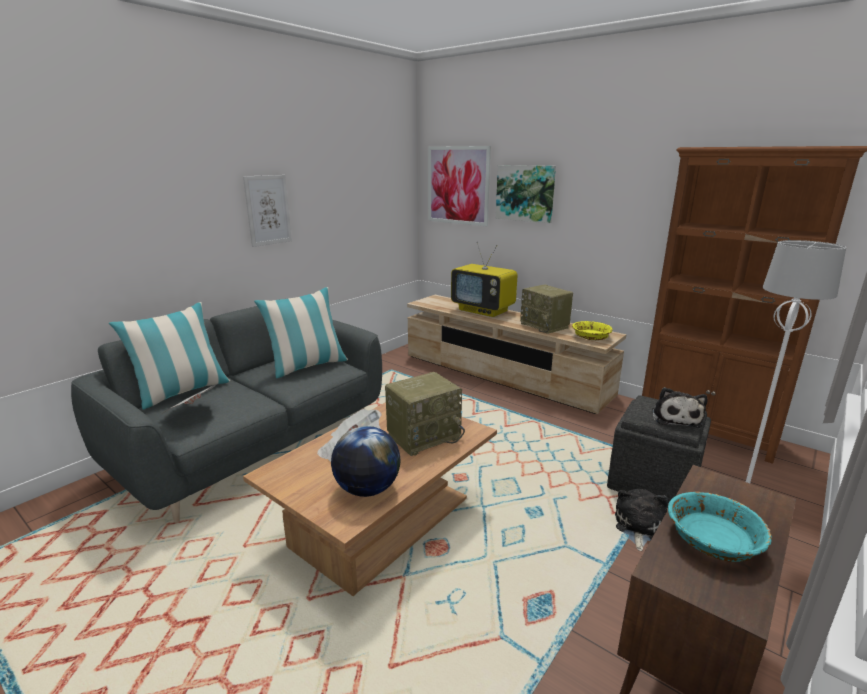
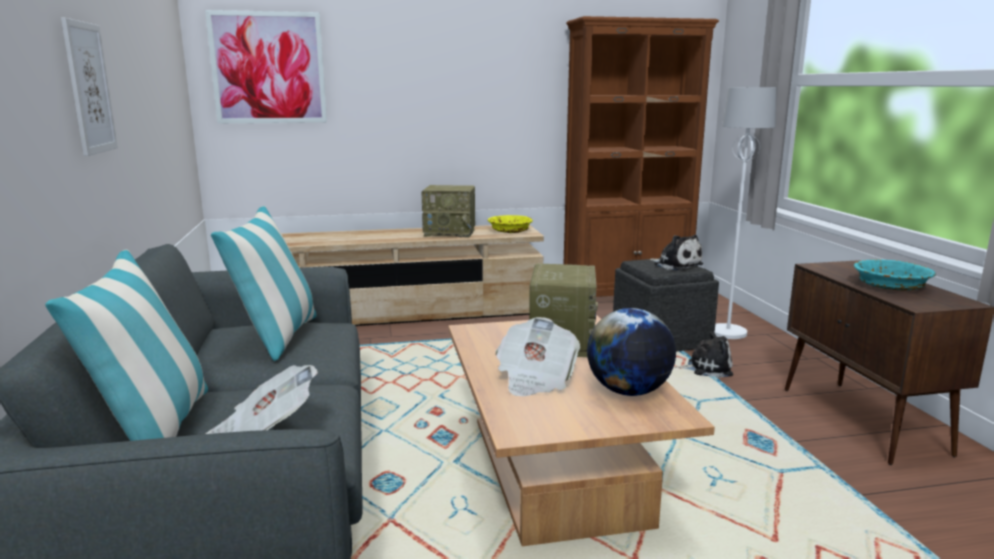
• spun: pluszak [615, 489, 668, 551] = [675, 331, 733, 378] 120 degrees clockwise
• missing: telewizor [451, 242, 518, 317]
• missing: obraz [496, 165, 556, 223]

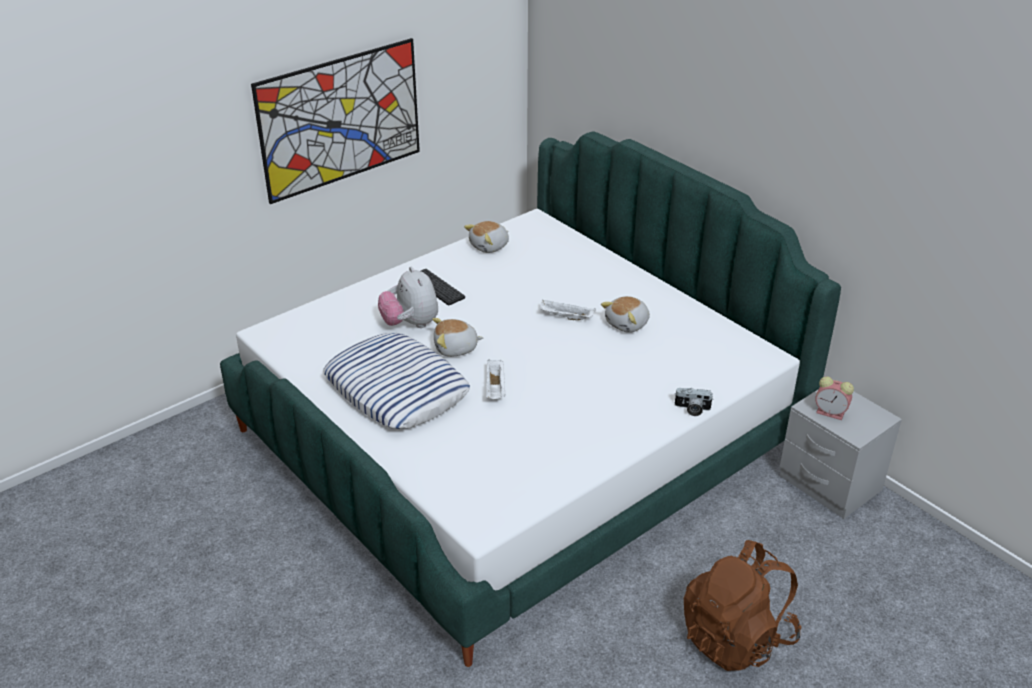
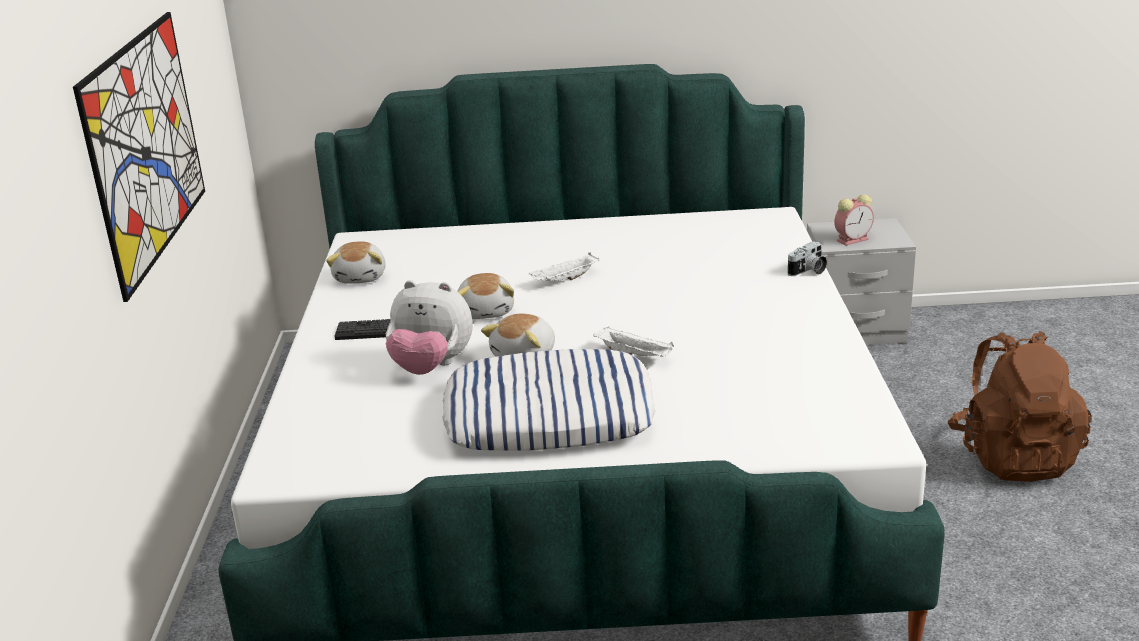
• relocated: pluszak [601, 296, 650, 333] to [457, 273, 514, 319]

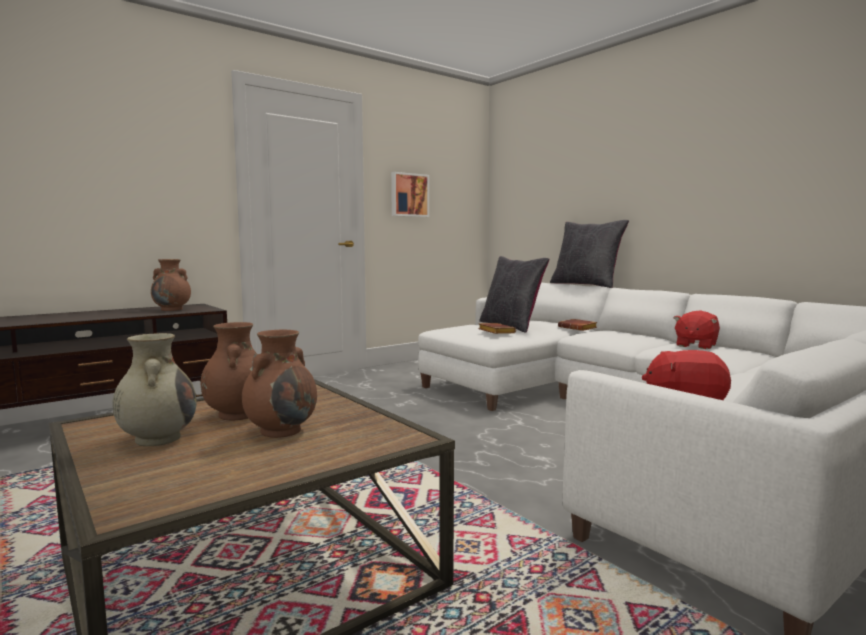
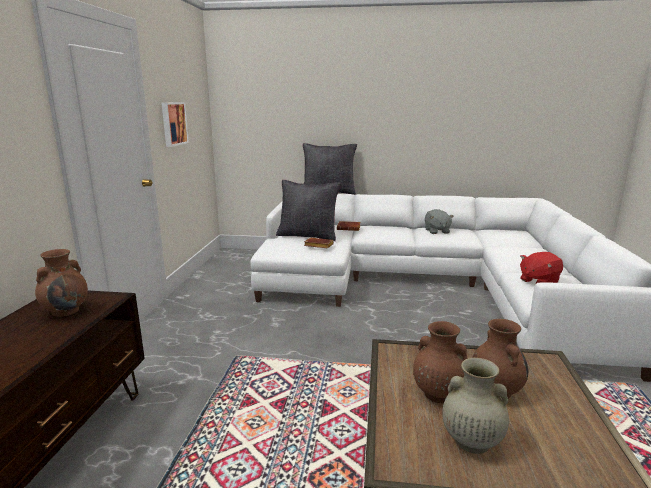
• colour: pluszak/czerwony [673, 310, 720, 349] to pluszak/szary [425, 209, 453, 234]

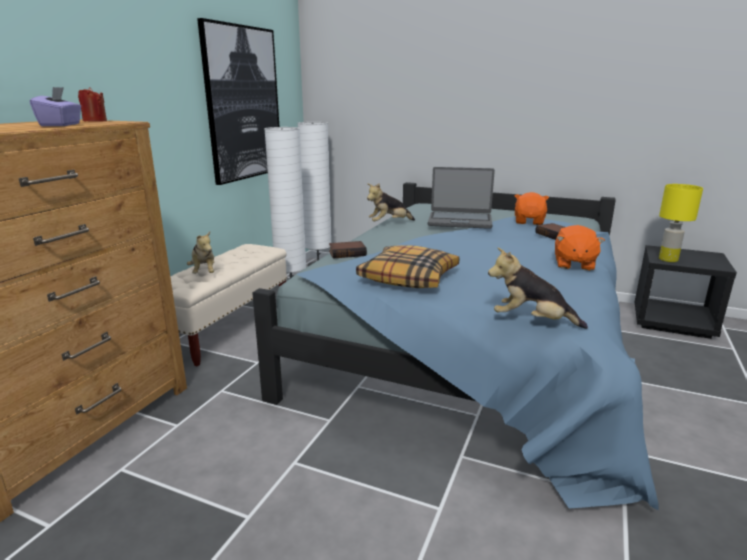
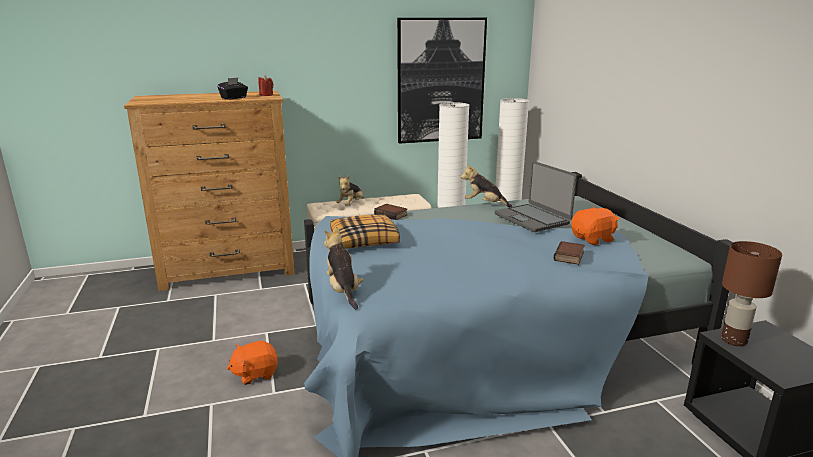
• colour: pudełko chusteczek/fioletowy [30, 87, 81, 126] to pudełko chusteczek/czarny [217, 77, 248, 99]
• relocated: pluszak/pomarańczowy [555, 225, 605, 271] to [227, 341, 278, 385]
• colour: lampa stołowa/żółty [659, 184, 703, 262] to lampa stołowa/brązowy [721, 241, 782, 346]

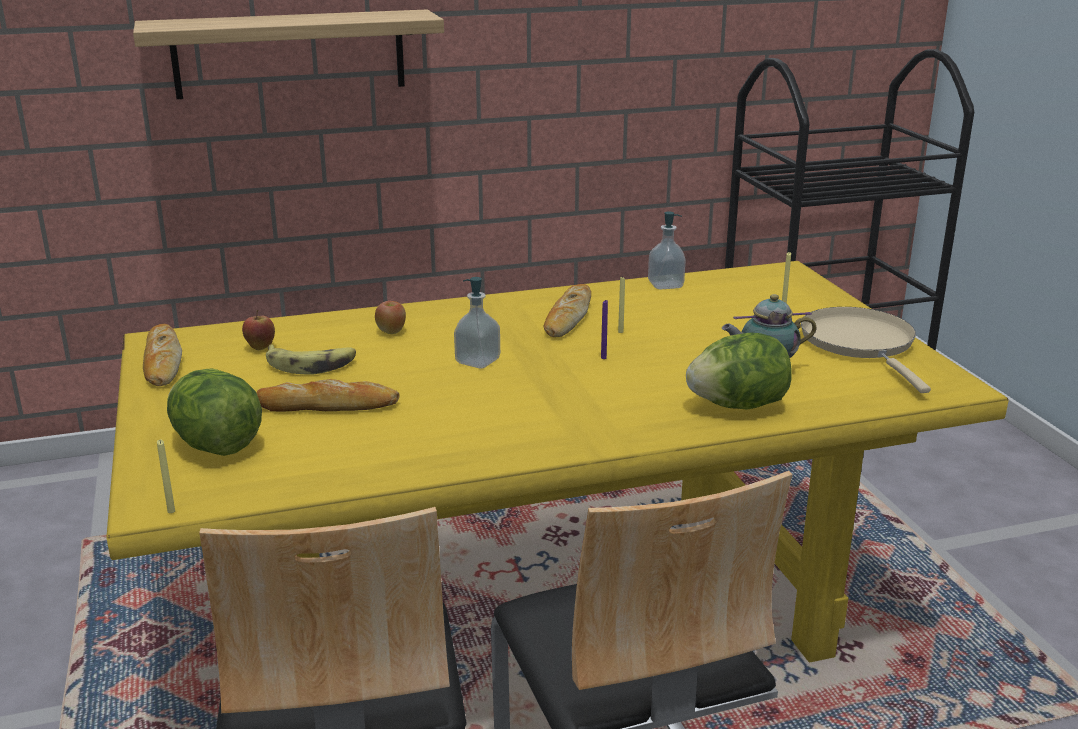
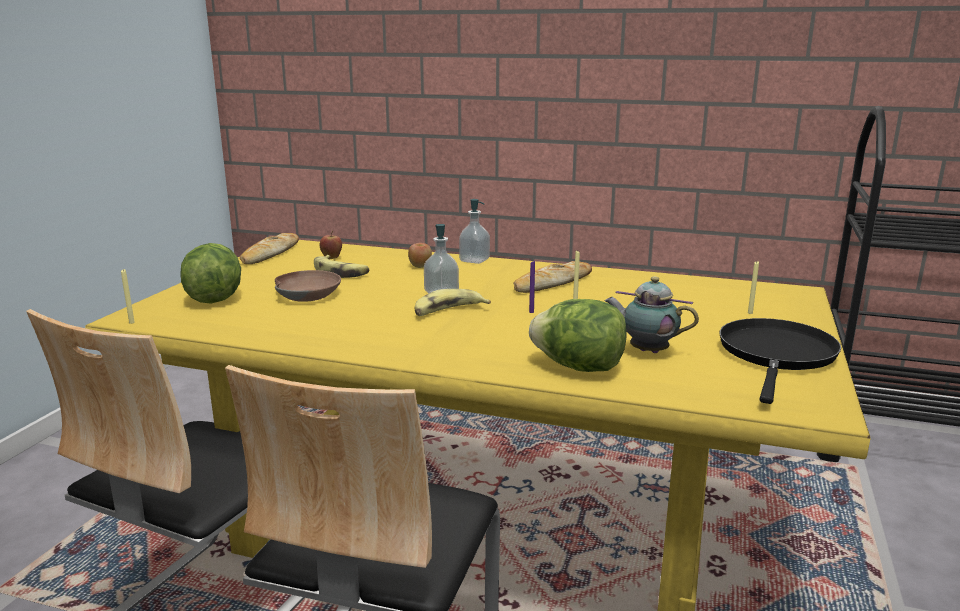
• exchanged: chleb [256, 379, 399, 412] to miska/brązowy [275, 270, 341, 302]
• appeared: banan [415, 289, 491, 316]
• relocated: dozownik mydła [648, 211, 686, 290] to [459, 199, 490, 264]
• colour: patelnia/beżowy [801, 307, 931, 393] to patelnia/czarny [719, 318, 841, 404]
• missing: półka [133, 9, 444, 99]

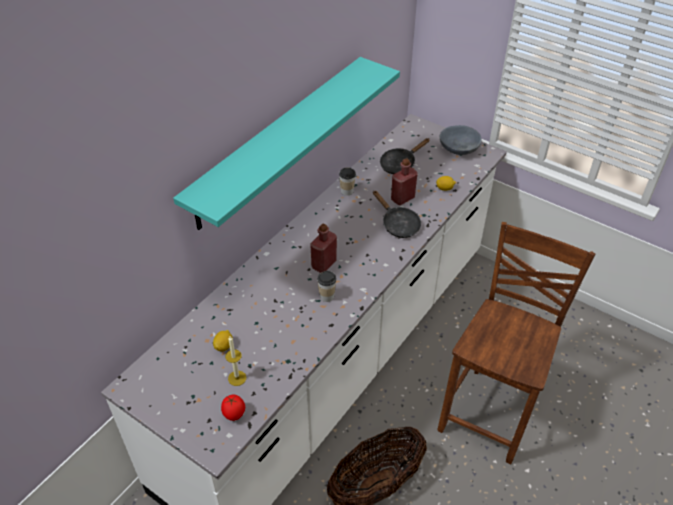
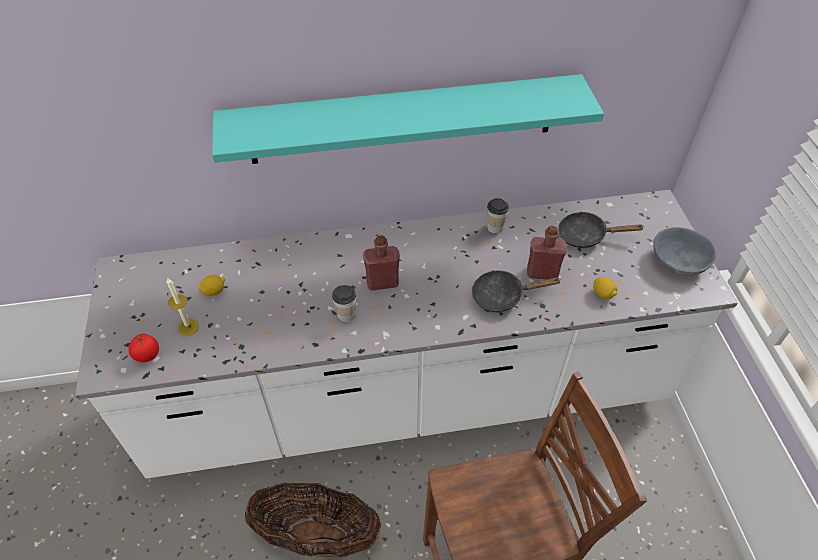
• spun: patelnia/czarny [373, 190, 421, 238] = [471, 270, 560, 312] 75 degrees clockwise

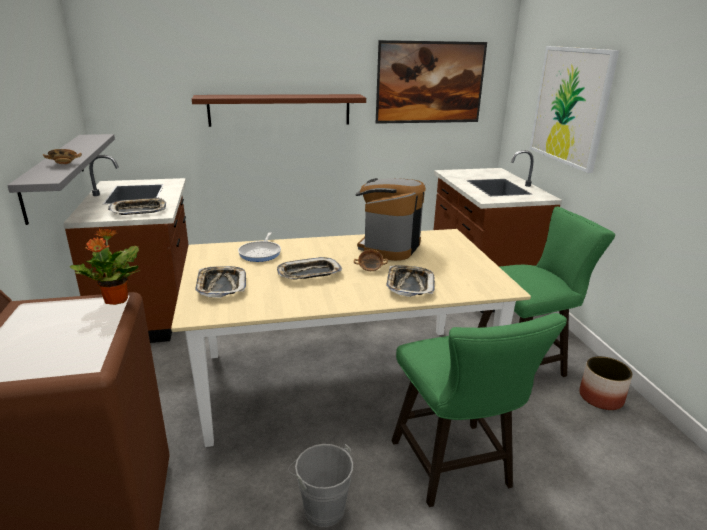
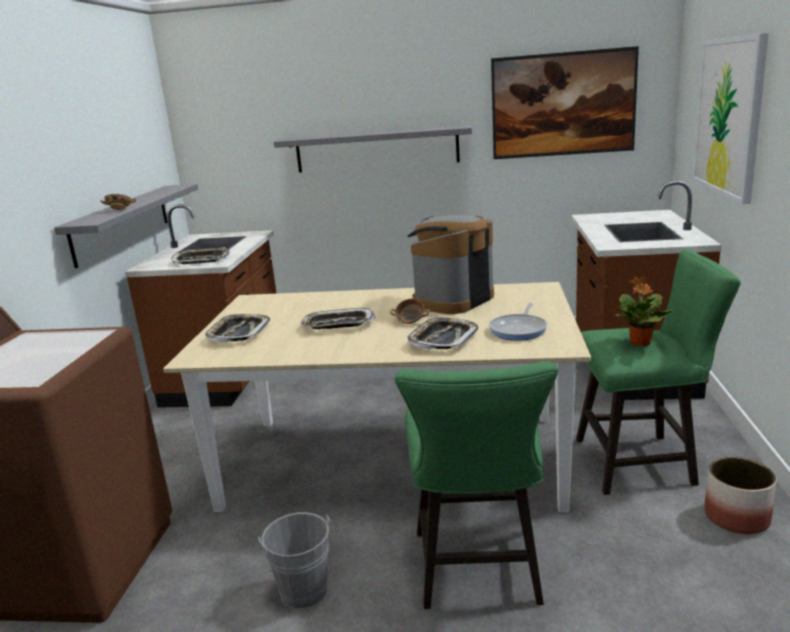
• colour: półka/brązowy [192, 94, 366, 127] to półka/szary [274, 125, 472, 173]
• relocated: patelnia [238, 232, 281, 262] to [489, 303, 547, 341]
• relocated: roślina doniczkowa [69, 228, 140, 305] to [614, 276, 674, 346]

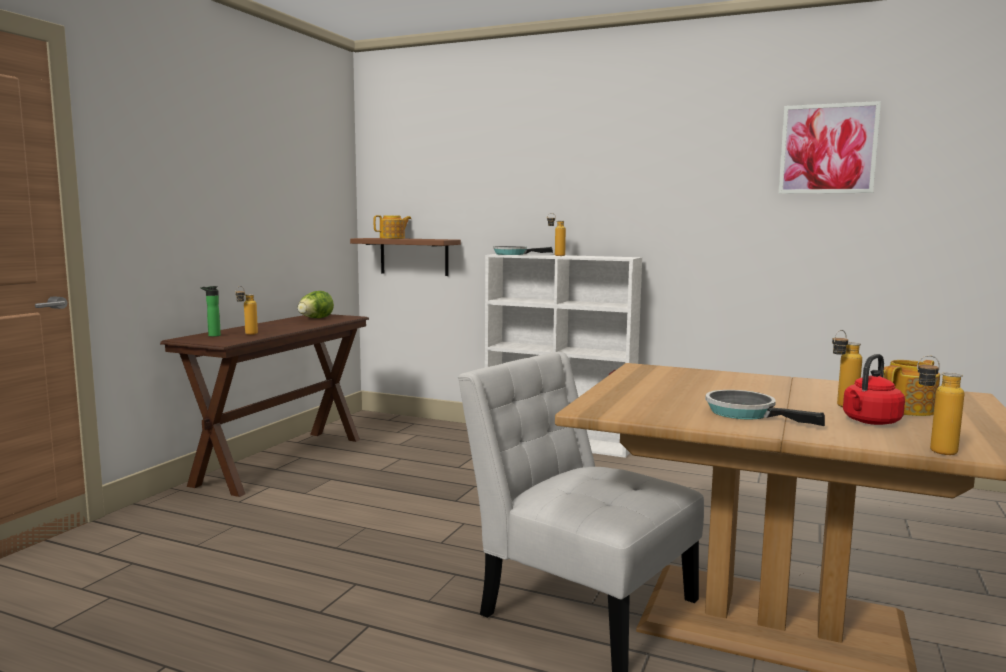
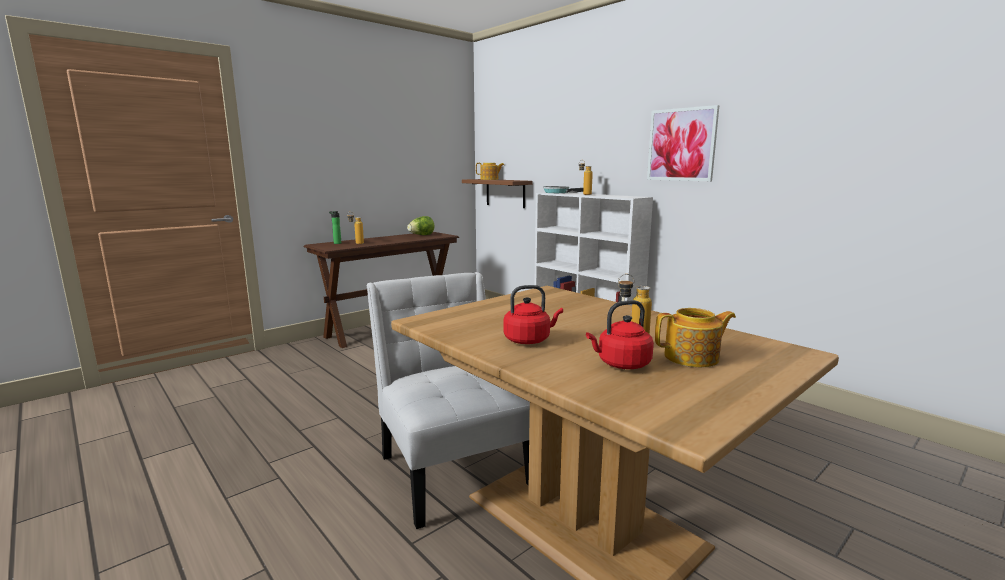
• exchanged: patelnia [705, 390, 825, 426] to czajnik/czerwony [504, 285, 563, 344]
• relocated: obraz [779, 101, 881, 194] to [647, 105, 719, 181]
• missing: butelka [917, 355, 964, 455]

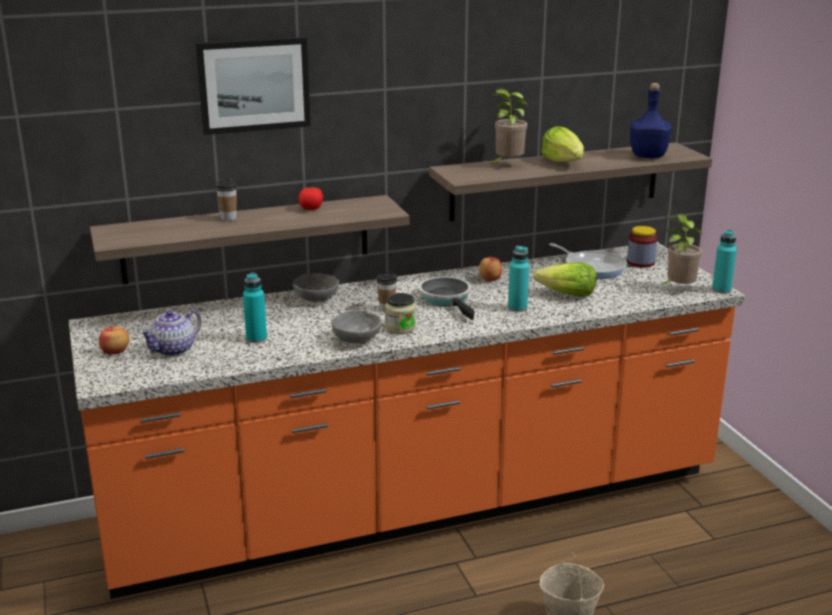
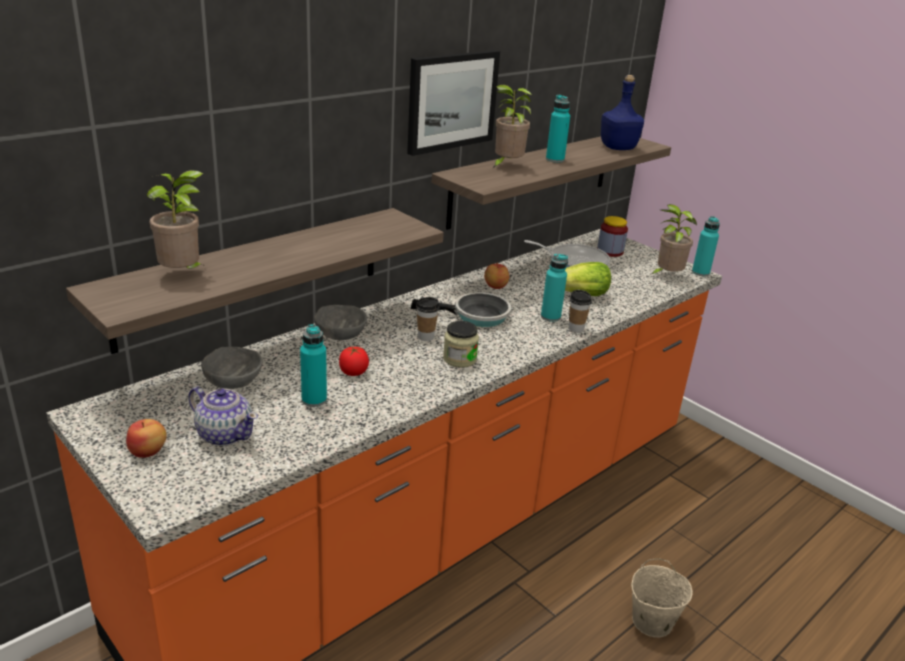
• appeared: roślina doniczkowa [147, 170, 203, 269]
• spun: imbryk [139, 310, 201, 356] = [188, 386, 258, 446] 75 degrees counterclockwise
• relocated: miska/szary [332, 310, 382, 344] to [201, 347, 263, 389]
• relocated: pomidor [298, 187, 323, 210] to [339, 347, 369, 376]
• relocated: obraz [196, 37, 311, 135] to [407, 50, 500, 156]
• spun: patelnia [419, 276, 475, 320] = [411, 292, 511, 327] 135 degrees clockwise
• exchanged: sałata [541, 126, 584, 162] to butelka/turkusowy [546, 95, 570, 163]
• relocated: filiżanka [216, 179, 237, 221] to [569, 290, 592, 333]

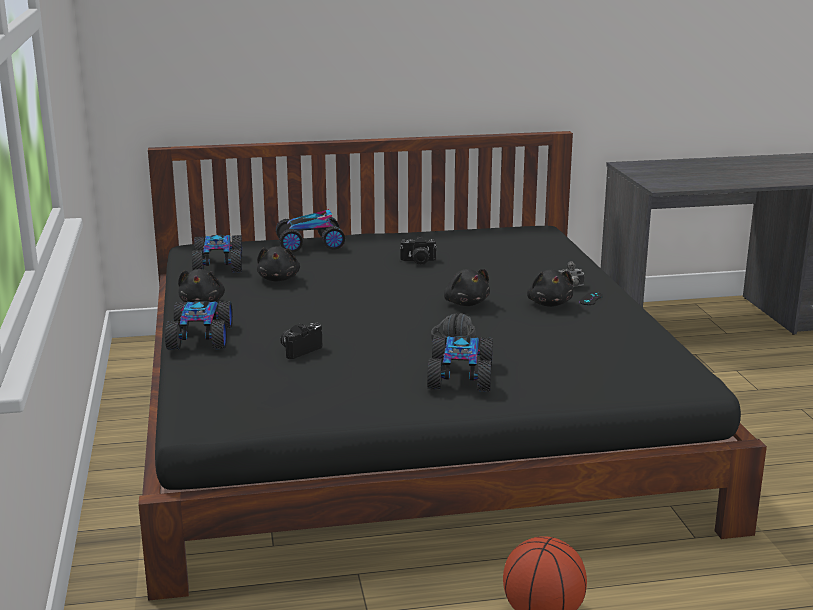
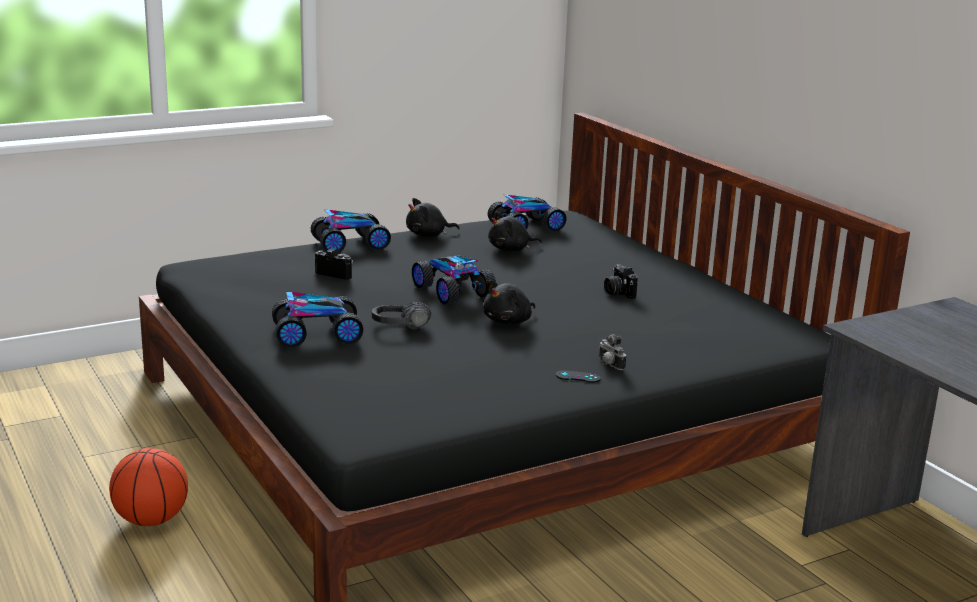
• relocated: samochodzik [276, 209, 345, 253] to [412, 255, 496, 305]
• missing: pluszak/czarny [527, 269, 573, 307]

